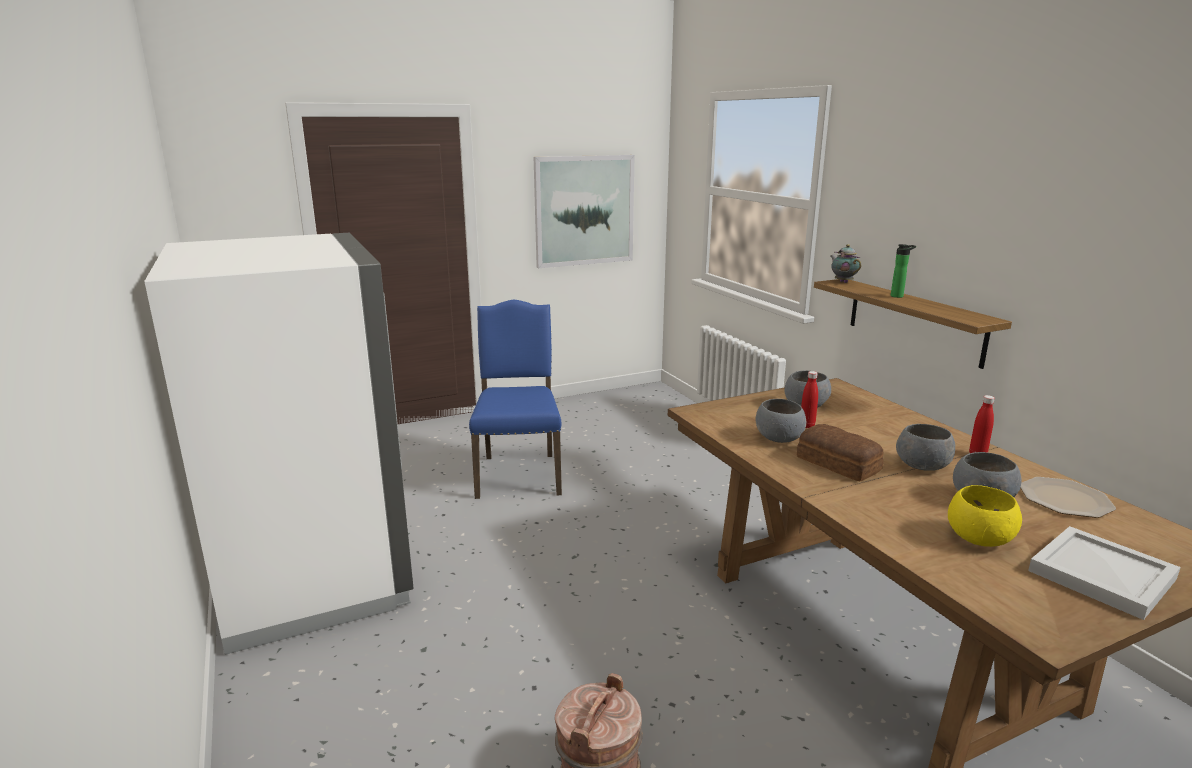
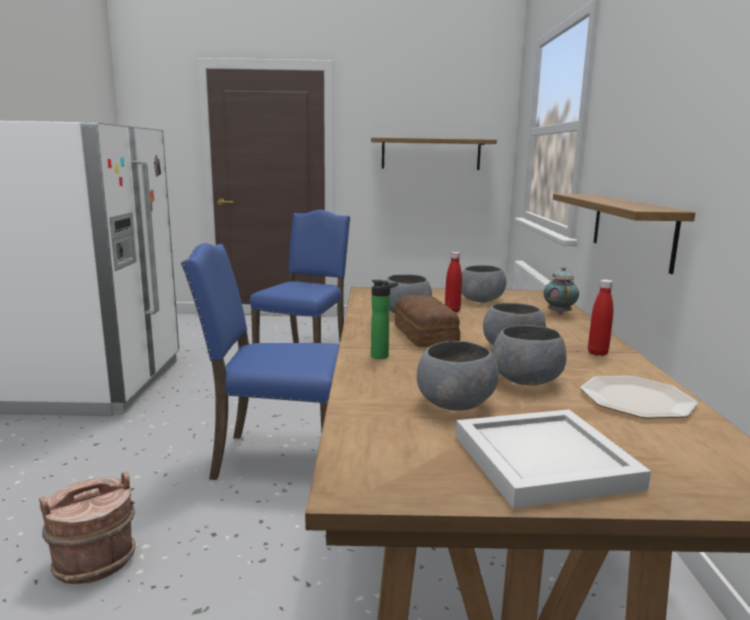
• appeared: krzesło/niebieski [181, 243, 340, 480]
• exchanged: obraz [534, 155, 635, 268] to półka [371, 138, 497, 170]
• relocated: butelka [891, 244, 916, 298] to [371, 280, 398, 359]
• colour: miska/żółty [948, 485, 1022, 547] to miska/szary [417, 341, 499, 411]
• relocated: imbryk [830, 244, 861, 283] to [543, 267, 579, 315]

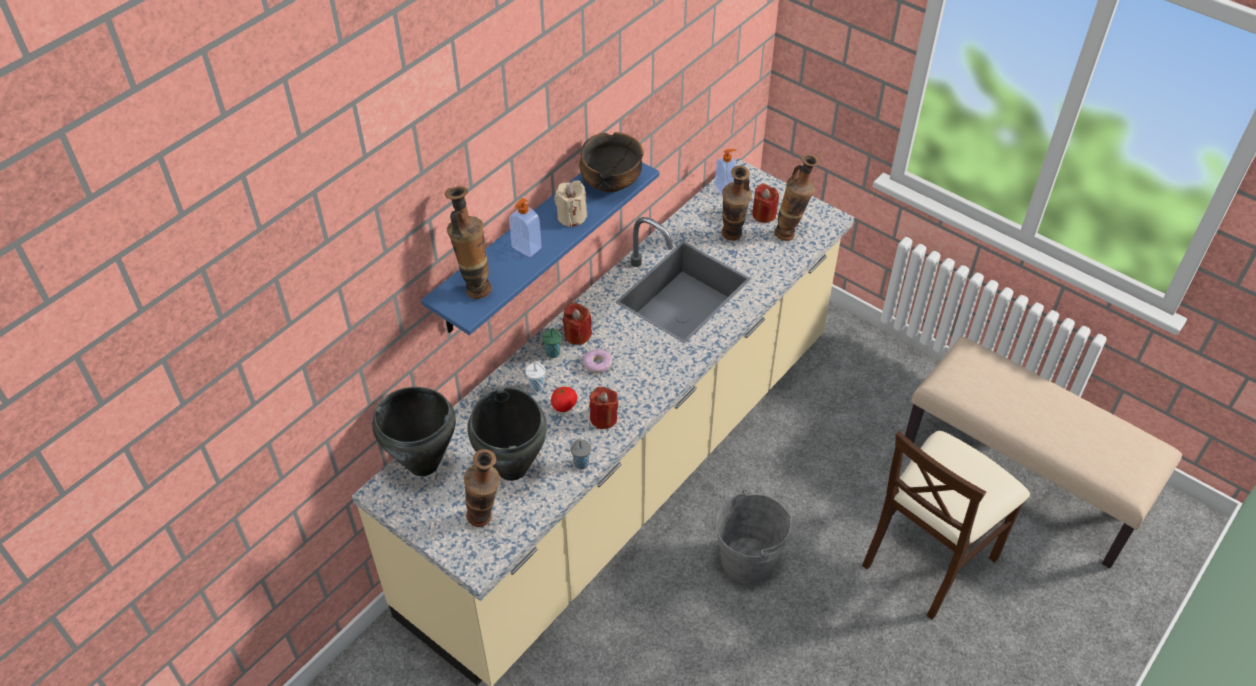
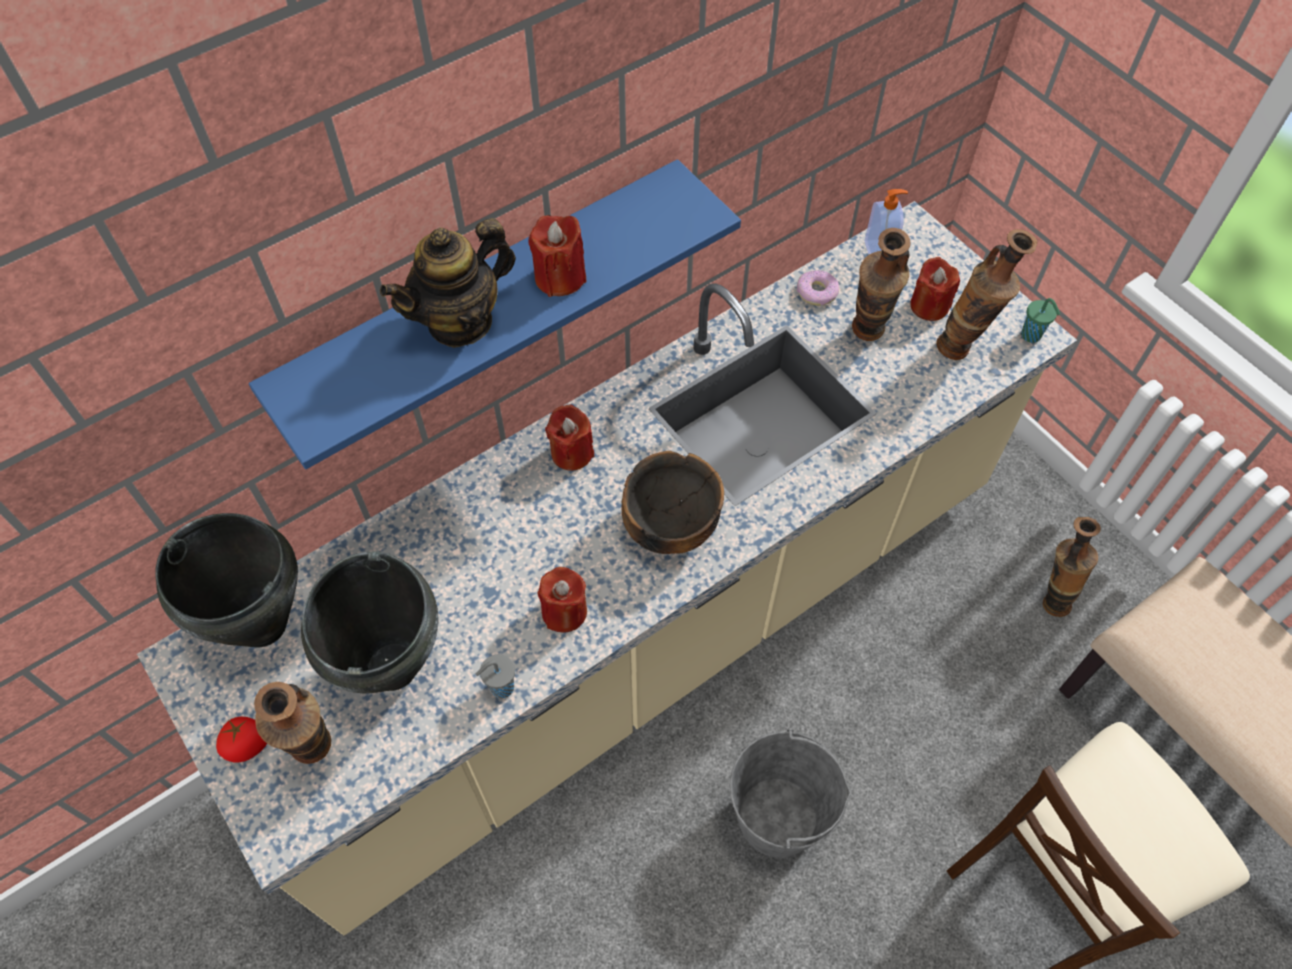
• relocated: pomidor [551, 387, 577, 412] to [216, 717, 267, 762]
• exchanged: dozownik mydła [509, 198, 542, 257] to imbryk [380, 218, 516, 348]
• colour: świeca/beżowy [554, 180, 587, 227] to świeca/czerwony [528, 215, 587, 297]
• relocated: miska [579, 132, 644, 192] to [621, 451, 724, 554]
• relocated: donut [583, 349, 613, 373] to [797, 270, 839, 306]
• relocated: filiżanka/zielony [542, 328, 562, 358] to [1021, 298, 1060, 343]
• relocated: wazon [445, 186, 492, 299] to [1043, 517, 1101, 617]
• missing: filiżanka/biały [525, 361, 546, 392]

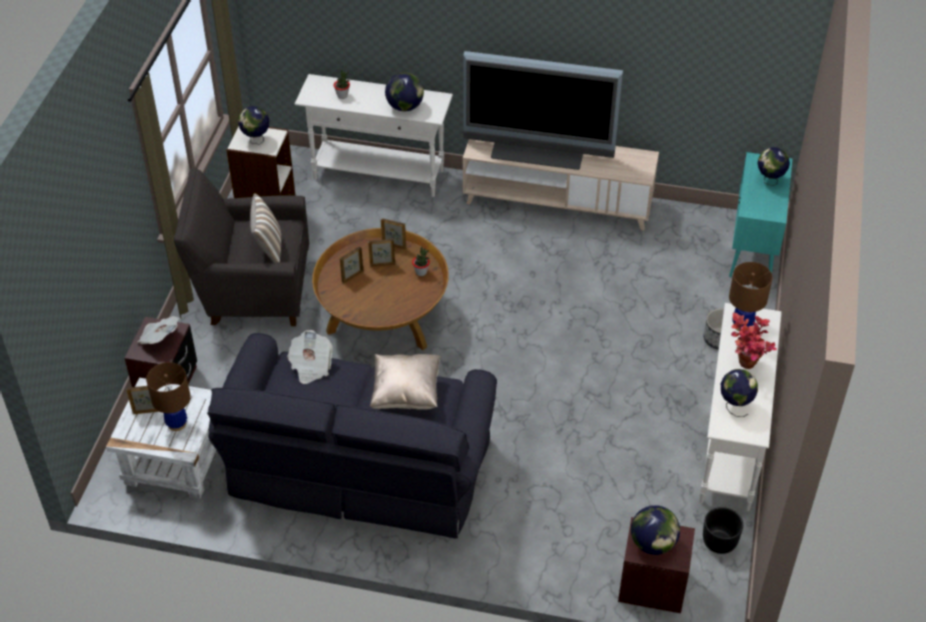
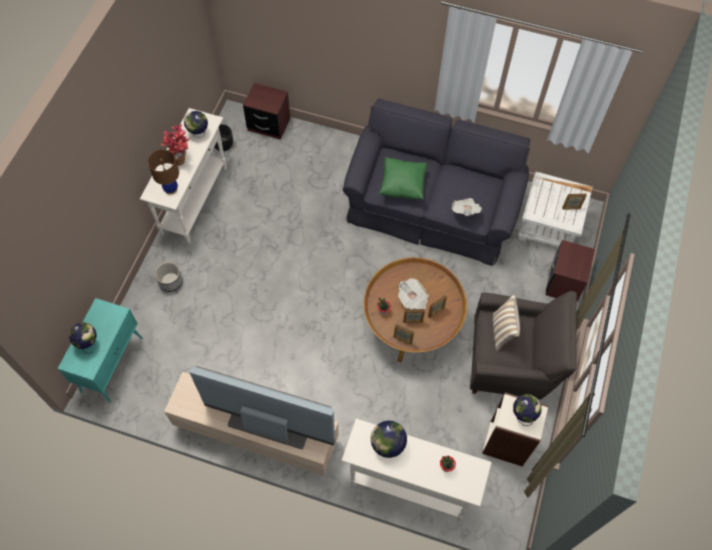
• colour: poduszka/beżowy [370, 354, 442, 410] to poduszka/zielony [379, 157, 428, 199]
• relocated: gazeta [138, 316, 180, 344] to [398, 278, 429, 310]
• missing: lampa stołowa/brązowy [146, 362, 191, 431]
• missing: globus [631, 505, 680, 555]

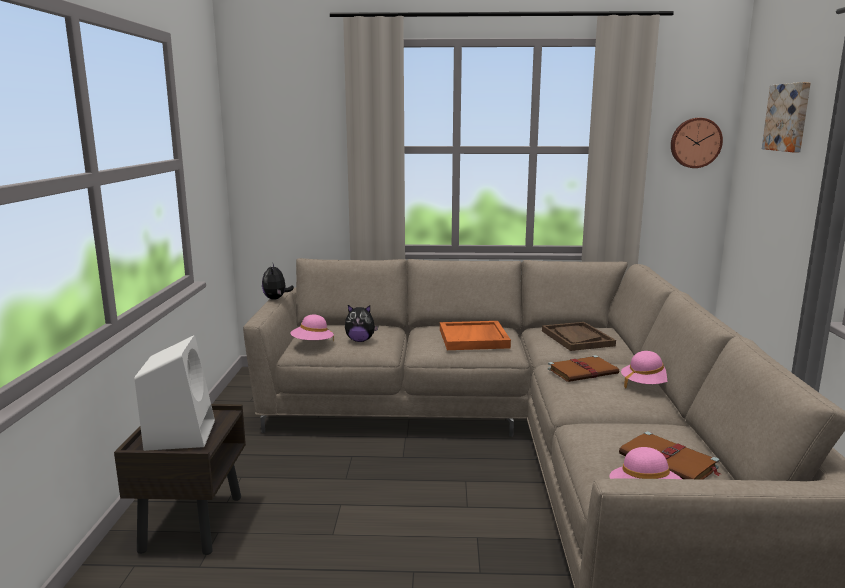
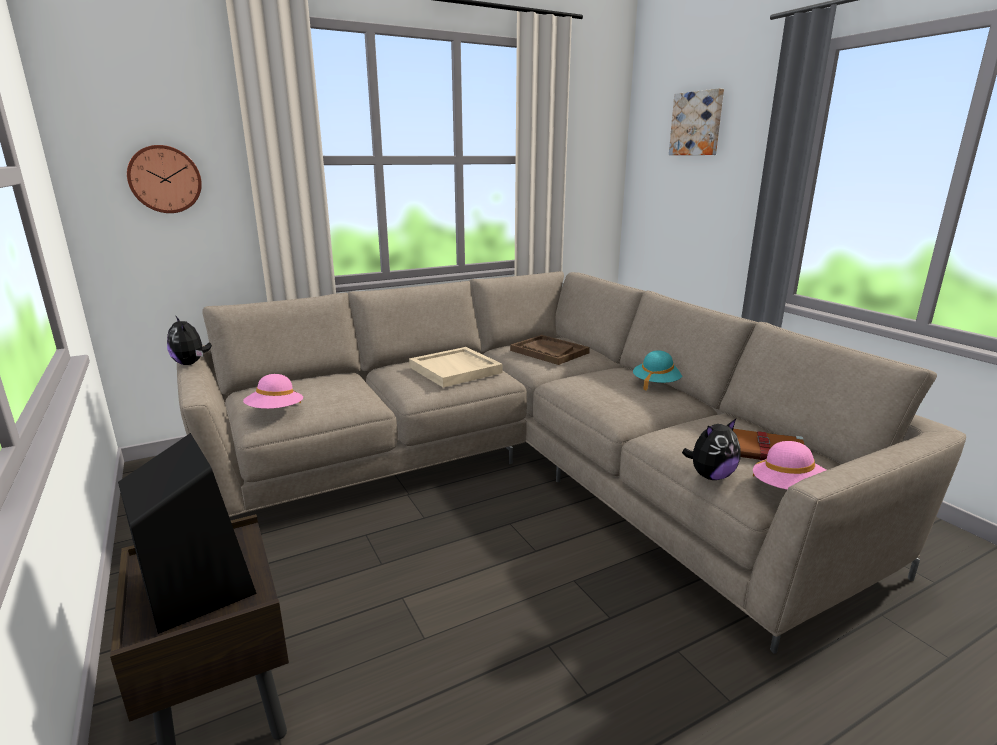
• colour: głośnik/biały [135, 335, 215, 451] to głośnik/czarny [118, 433, 257, 634]
• relocated: zegar ścienny [671, 118, 723, 168] to [127, 145, 202, 213]
• colour: taca/pomarańczowy [440, 321, 511, 350] to taca/beżowy [409, 347, 503, 388]
• colour: kapelusz/różowy [621, 351, 668, 389] to kapelusz/turkusowy [633, 350, 683, 391]
• relocated: pluszak [345, 305, 378, 342] to [682, 419, 740, 480]
• missing: książka/brązowy [548, 355, 619, 382]

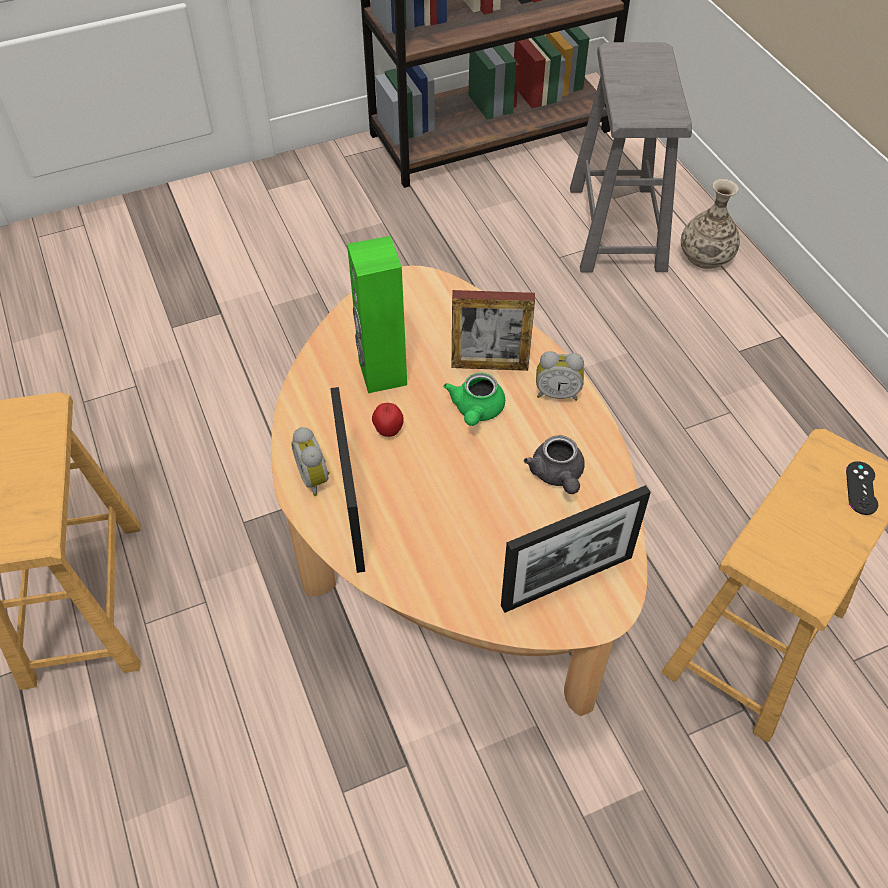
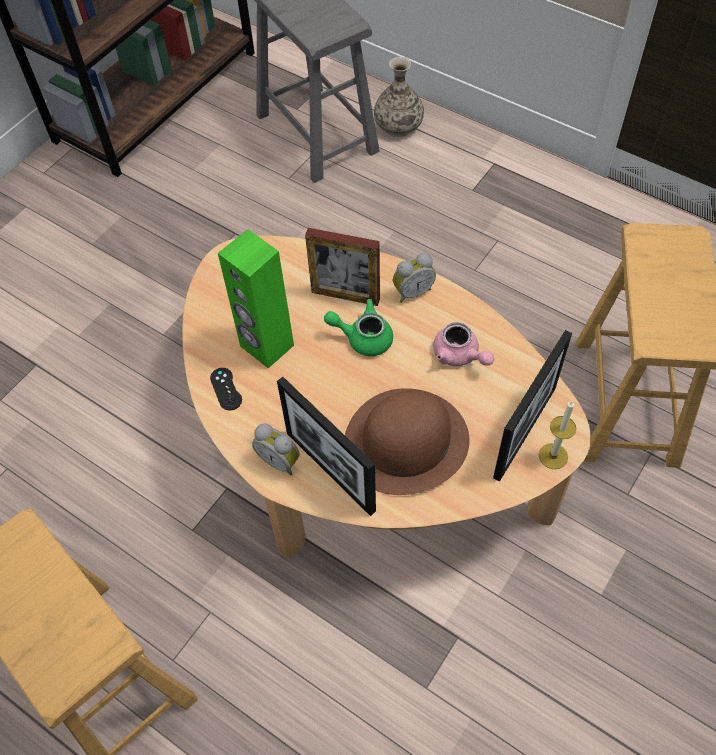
• relocated: pad do gier/czarny [846, 461, 878, 515] to [210, 368, 242, 410]
• spun: ramka na zdjęcie [452, 290, 535, 371] = [305, 228, 380, 306] 45 degrees clockwise
• spun: imbryk/zielony [443, 373, 505, 426] = [324, 299, 393, 356] 120 degrees clockwise
• appeared: kapelusz/brązowy [345, 388, 470, 495]
• colour: imbryk/szary [524, 435, 585, 494] to imbryk/różowy [433, 322, 494, 366]
• appeared: świeca [539, 400, 576, 469]
• missing: jabłko [372, 403, 404, 437]

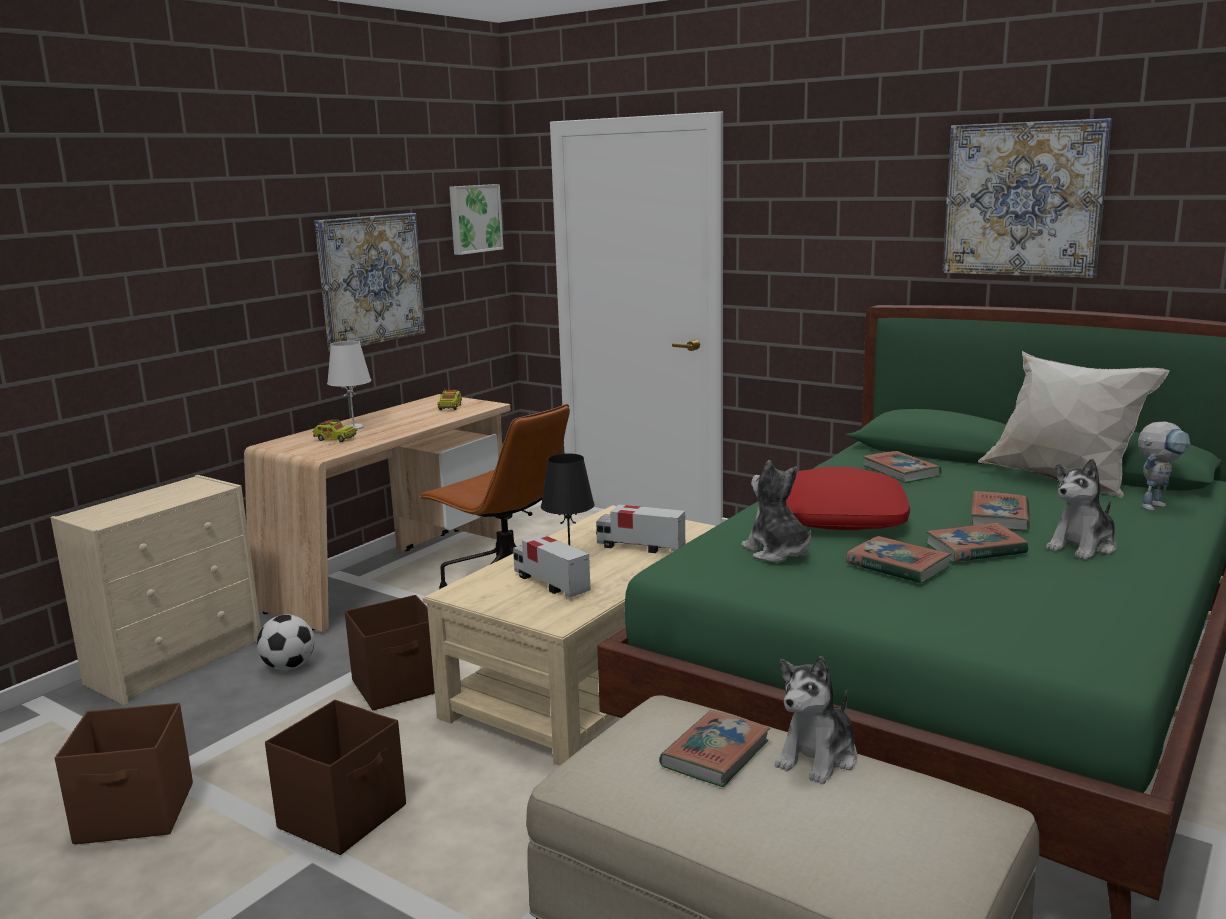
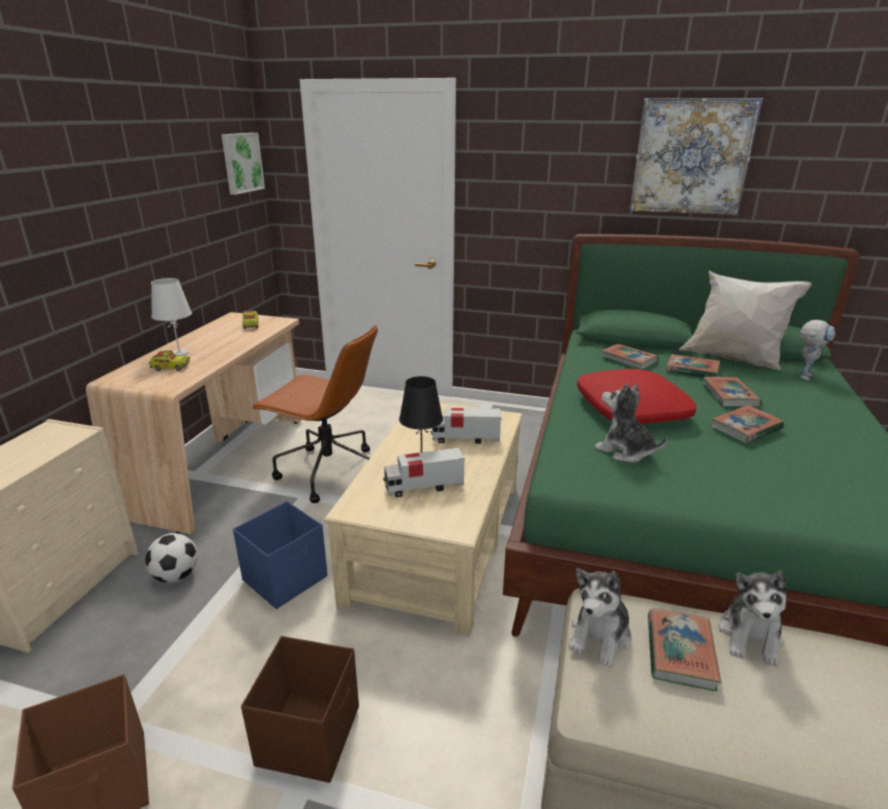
• colour: pojemnik do przechowywania/brązowy [345, 595, 435, 710] to pojemnik do przechowywania/niebieski [233, 501, 328, 609]
• spun: ciężarówka zabawkowa [513, 534, 591, 598] = [383, 448, 465, 497] 45 degrees counterclockwise
• relocated: pluszak [1046, 459, 1117, 560] to [569, 568, 631, 668]
• relocated: książka [846, 536, 951, 584] to [666, 354, 720, 377]
• missing: obraz [314, 213, 426, 352]

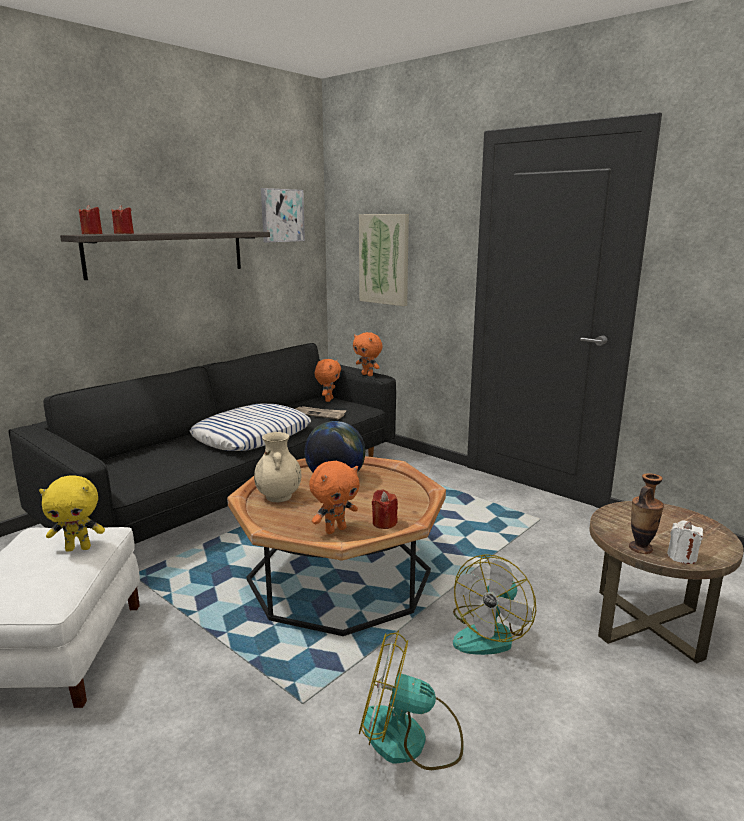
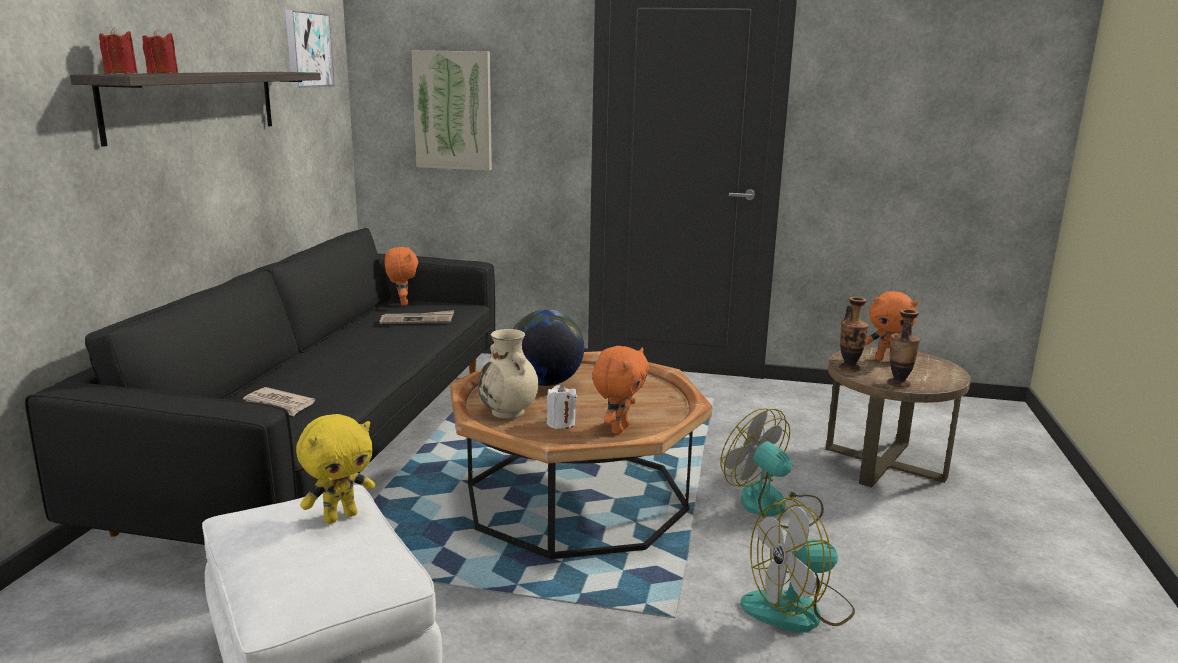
• appeared: gazeta [243, 387, 315, 416]
• relocated: świeca/biały [667, 520, 703, 564] to [547, 384, 577, 429]
• spun: wentylator [453, 554, 536, 655] = [721, 408, 824, 529] 135 degrees clockwise
• appeared: wazon [839, 297, 869, 372]
• relocated: pluszak/pomarańczowy [353, 332, 383, 376] to [865, 291, 918, 361]
• missing: poduszka [190, 404, 311, 451]
• missing: świeca/czerwony [372, 489, 398, 529]

